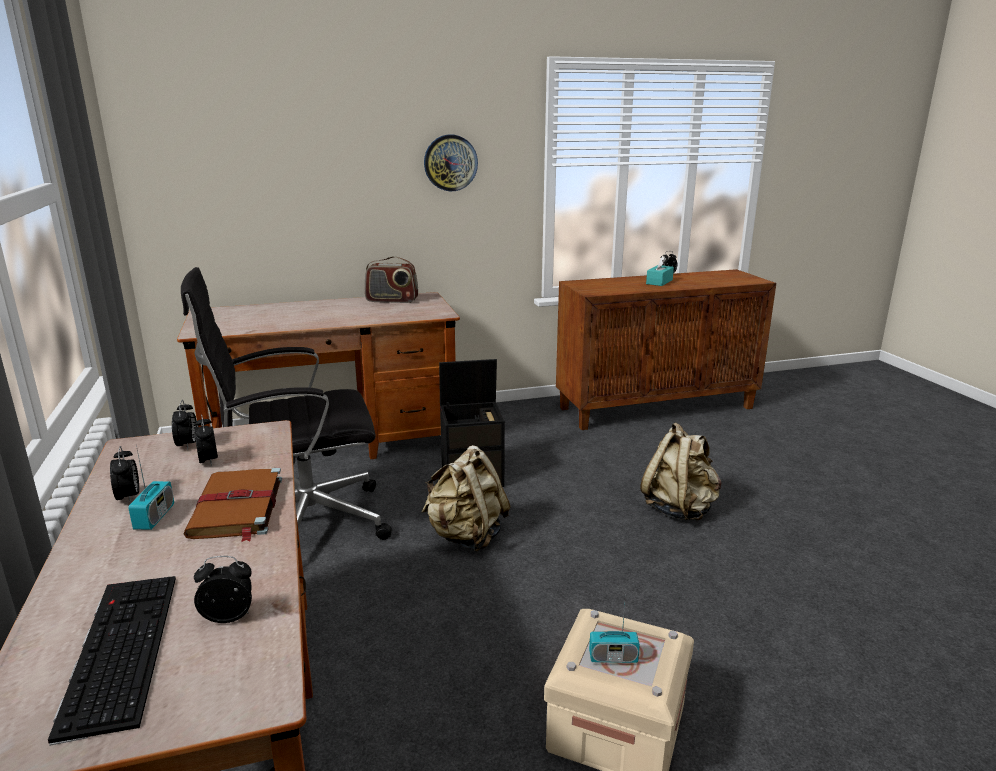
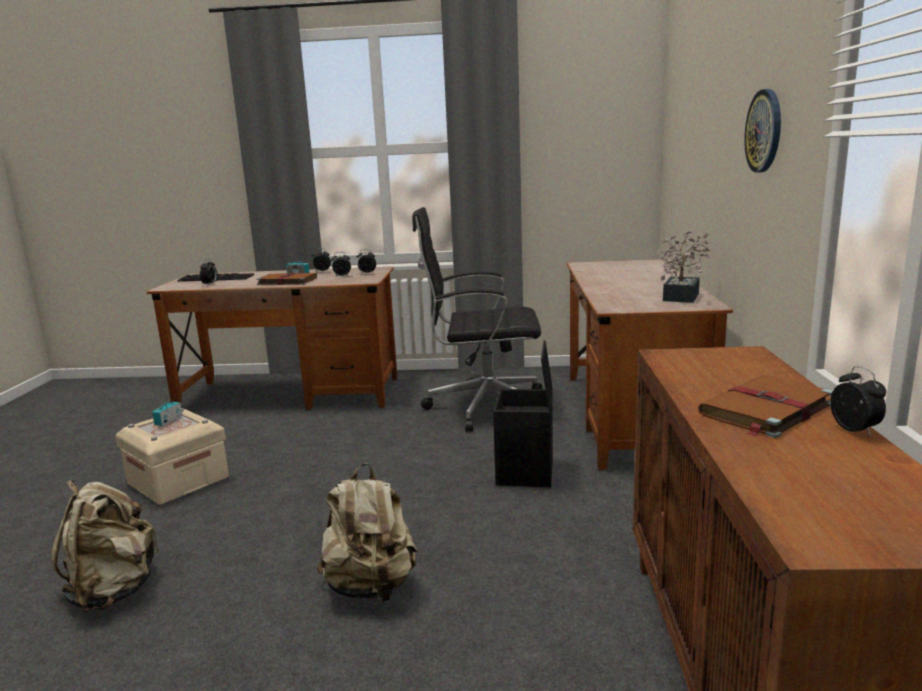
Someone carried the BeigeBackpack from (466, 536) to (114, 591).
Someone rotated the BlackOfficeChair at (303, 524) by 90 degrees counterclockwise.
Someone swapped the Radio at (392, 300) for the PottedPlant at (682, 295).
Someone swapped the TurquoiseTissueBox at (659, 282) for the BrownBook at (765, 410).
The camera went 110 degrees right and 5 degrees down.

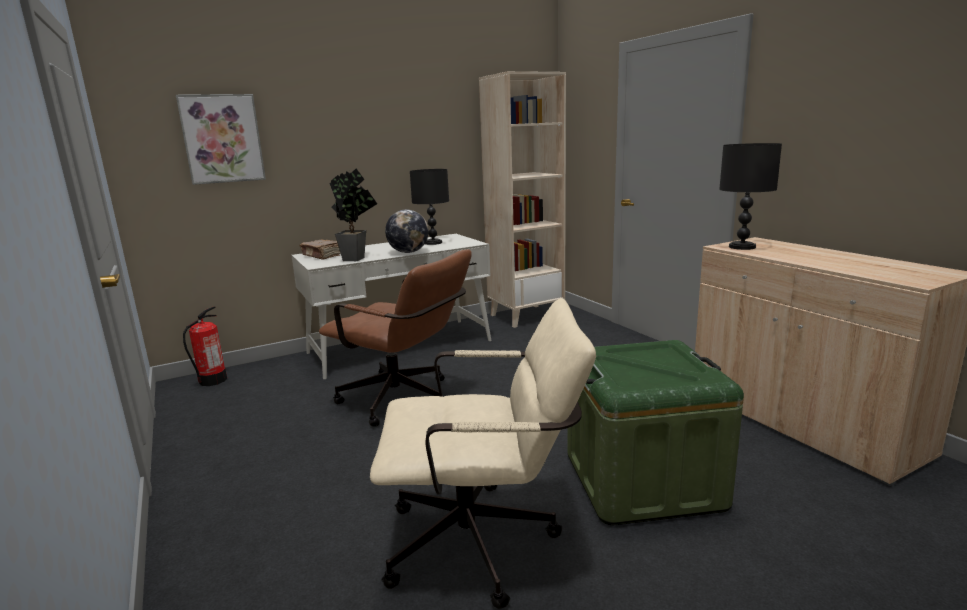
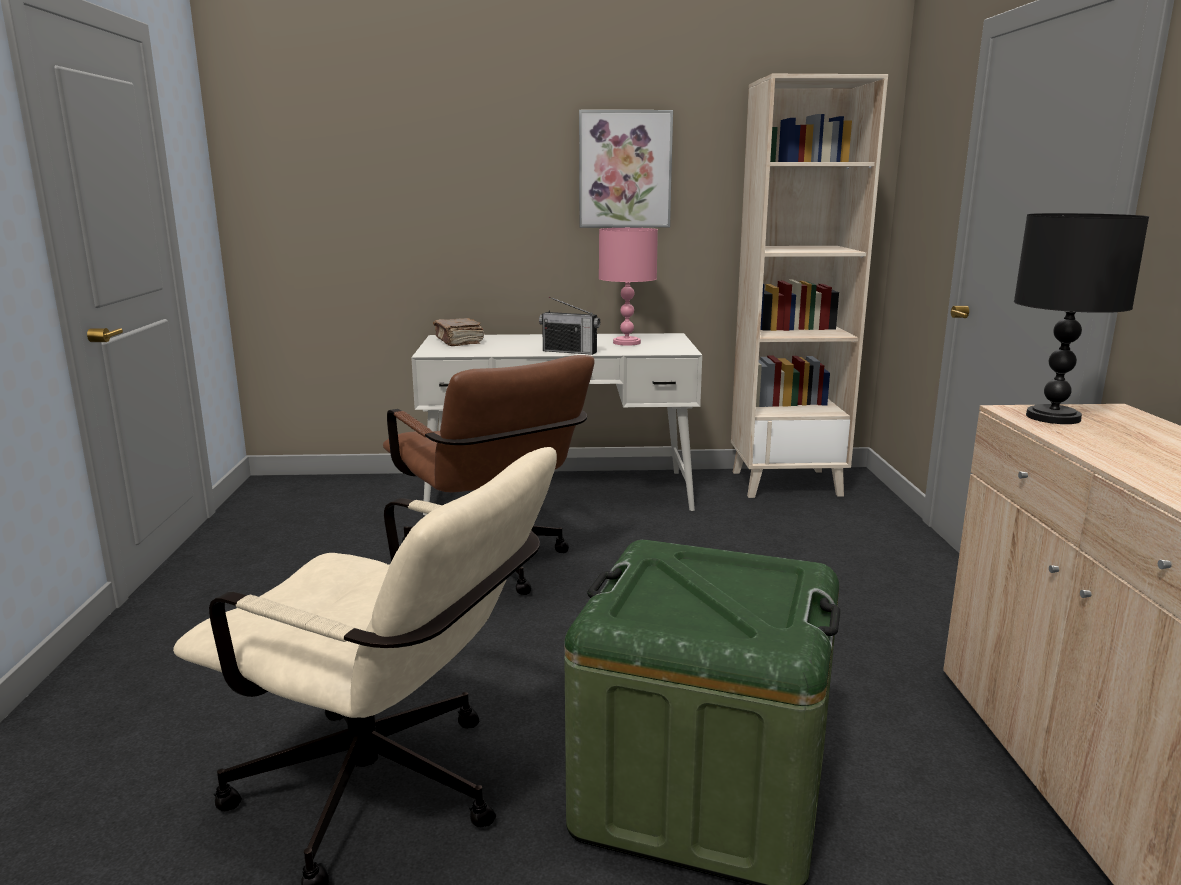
Someone swapped the Globe at (408, 252) for the Radio at (570, 351).
Someone carried the Picture from (222, 139) to (625, 169).
Someone repainted the BlackTableLamp at (433, 243), which became the PinkTableLamp at (626, 342).
Someone took away the FireExtinguisher at (212, 380).
Someone took away the PottedPlant at (357, 258).
The camera went 25 degrees right and 0 degrees up.

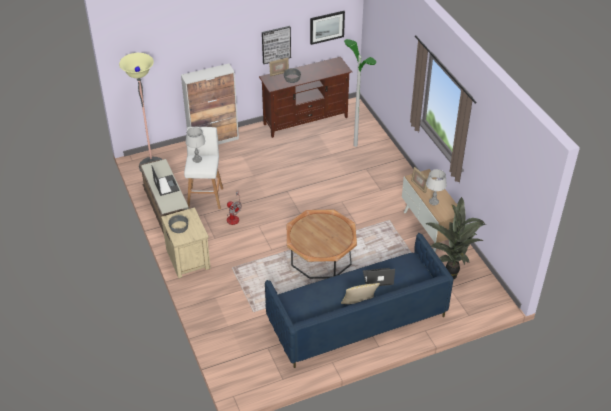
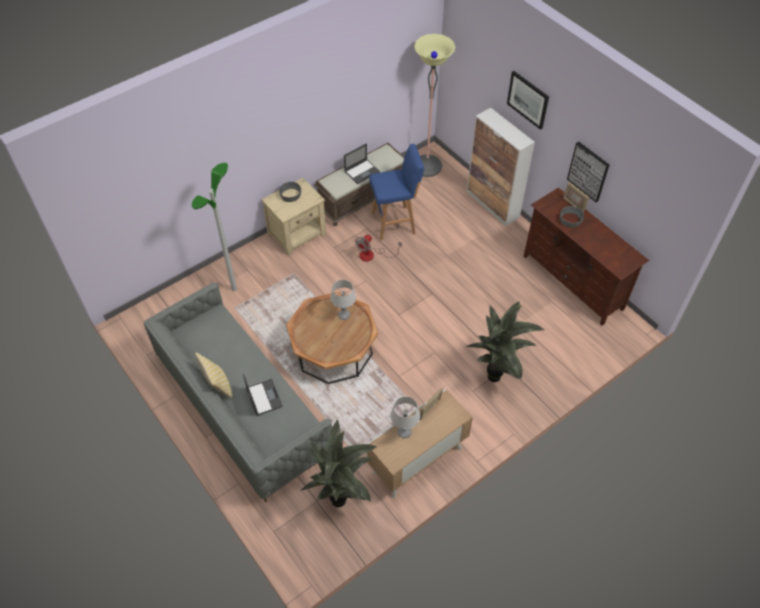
Someone repainted the BlueSofa at (356, 319), which became the GreySofa at (243, 406).
Someone carried the FloorLamp from (355, 145) to (234, 288).
Someone carried the GreyTableLamp from (197, 160) to (344, 315).
Someone repainted the WhiteStool at (205, 197), which became the BlueStool at (395, 223).
Someone put down the PottedPlant at (497, 377).
Someone carried the Picture from (327, 27) to (528, 99).
The camera went 75 degrees right and 10 degrees up.

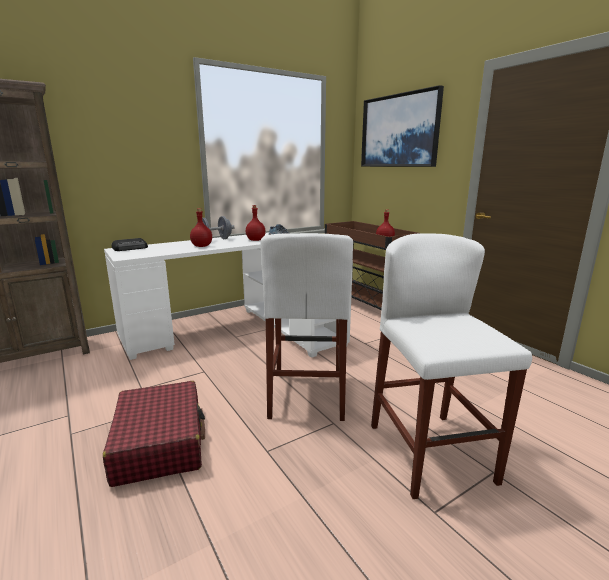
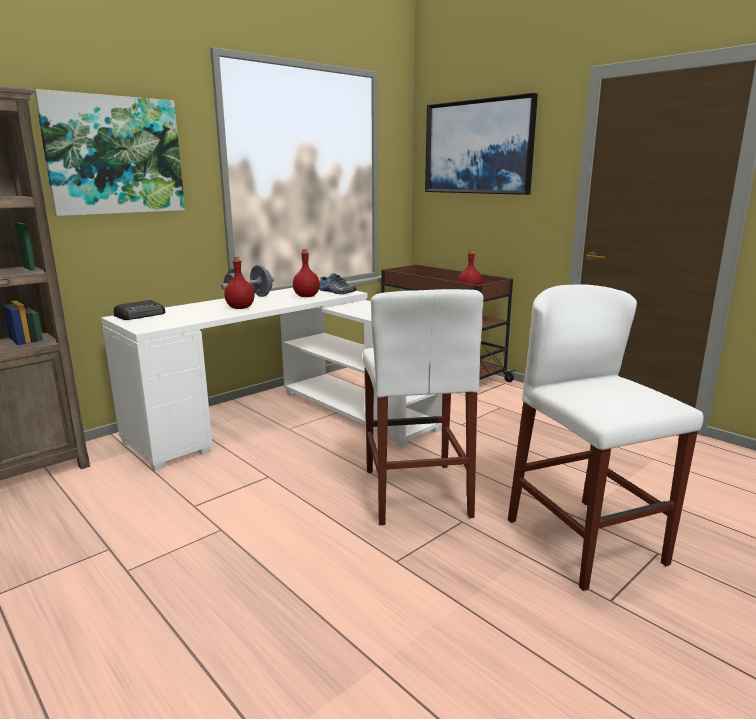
Someone put up the Picture at (115, 155).
Someone took away the RedSuitcase at (160, 442).
The camera went 10 degrees left and 0 degrees up.

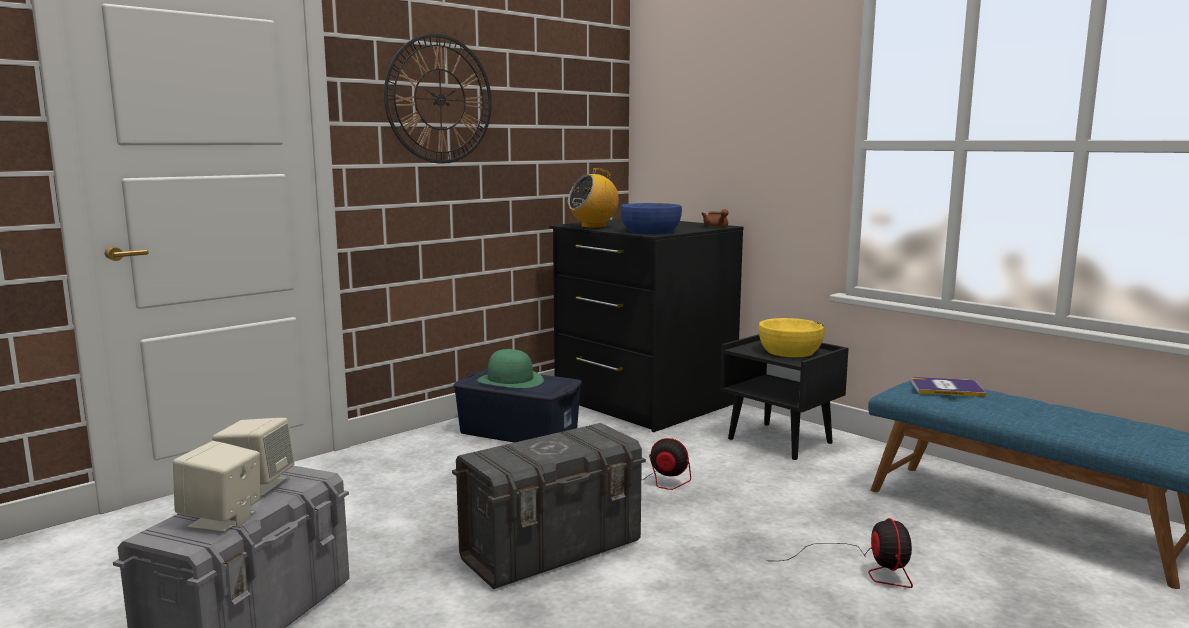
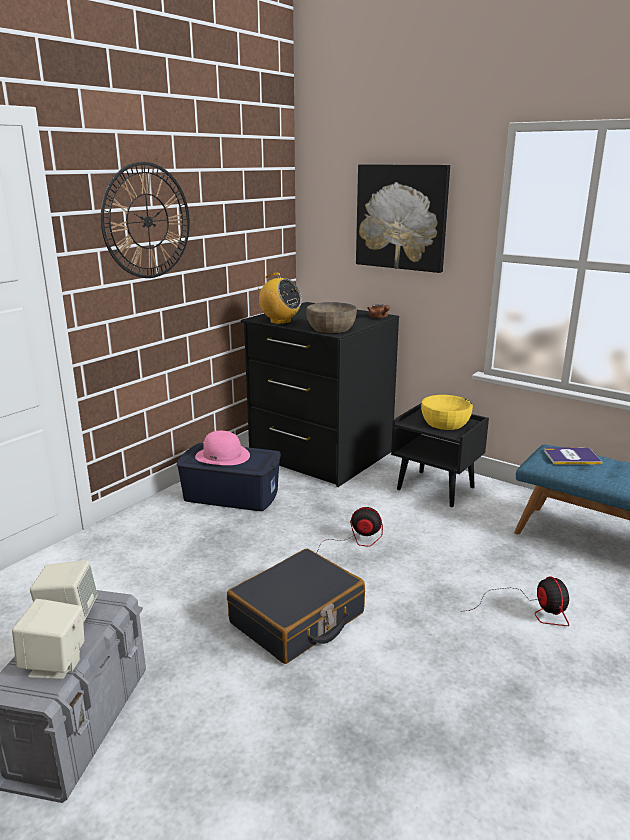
Someone repainted the GreenHat at (510, 380), which became the PinkHat at (222, 456).
Someone swapped the GreyStorageBox at (552, 550) for the BlackSuitcase at (297, 619).
Someone rotated the Radio at (593, 227) by 105 degrees counterclockwise.
Someone repainted the BlueBowl at (650, 231), which became the BrownBowl at (331, 328).
Someone put up the Picture at (401, 217).
The camera went 10 degrees left and 10 degrees up.

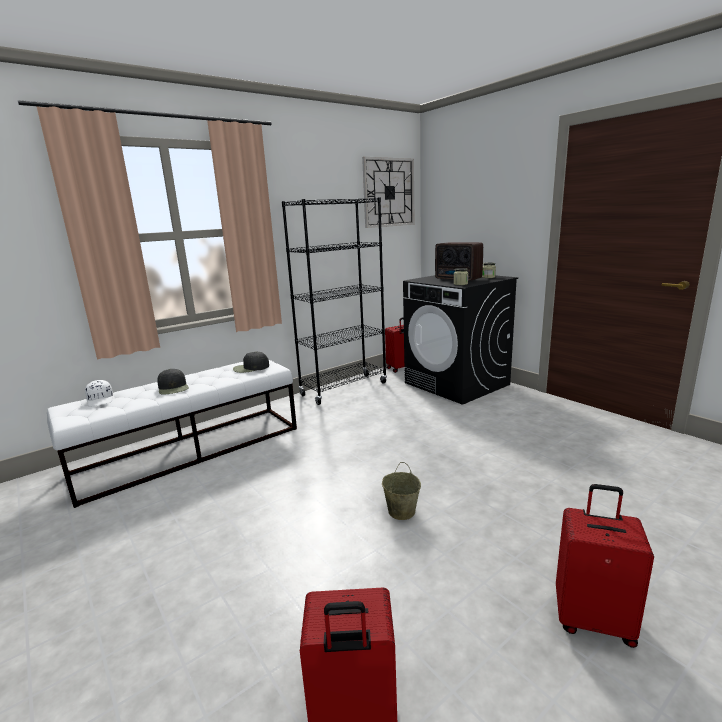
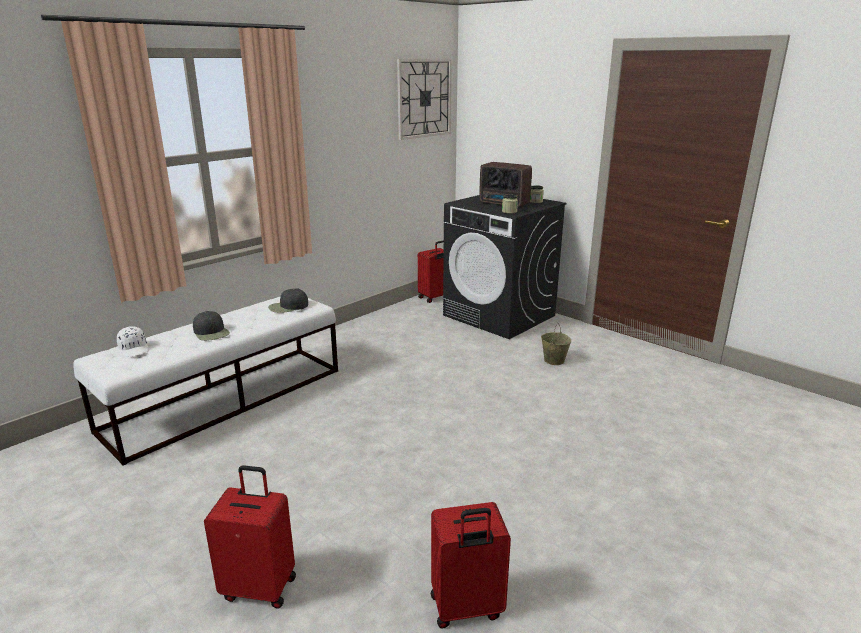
Someone carried the RedSuitcase from (593, 619) to (260, 587).
Someone carried the BeigeBucket from (401, 511) to (553, 360).
Someone took away the BlackBookcase at (344, 389).
The camera went 10 degrees left and 5 degrees up.

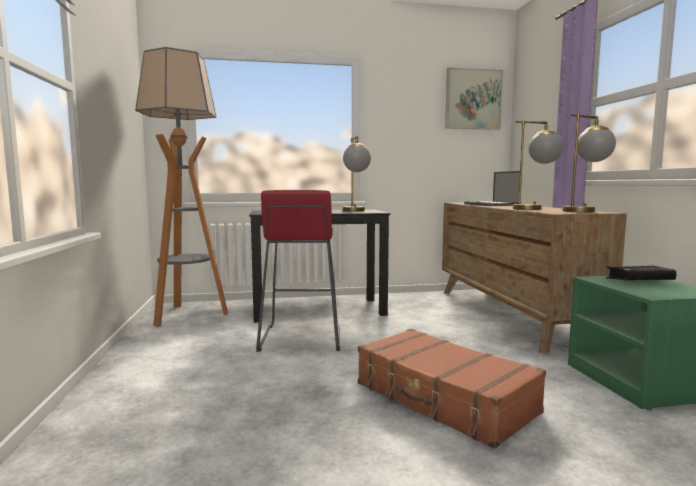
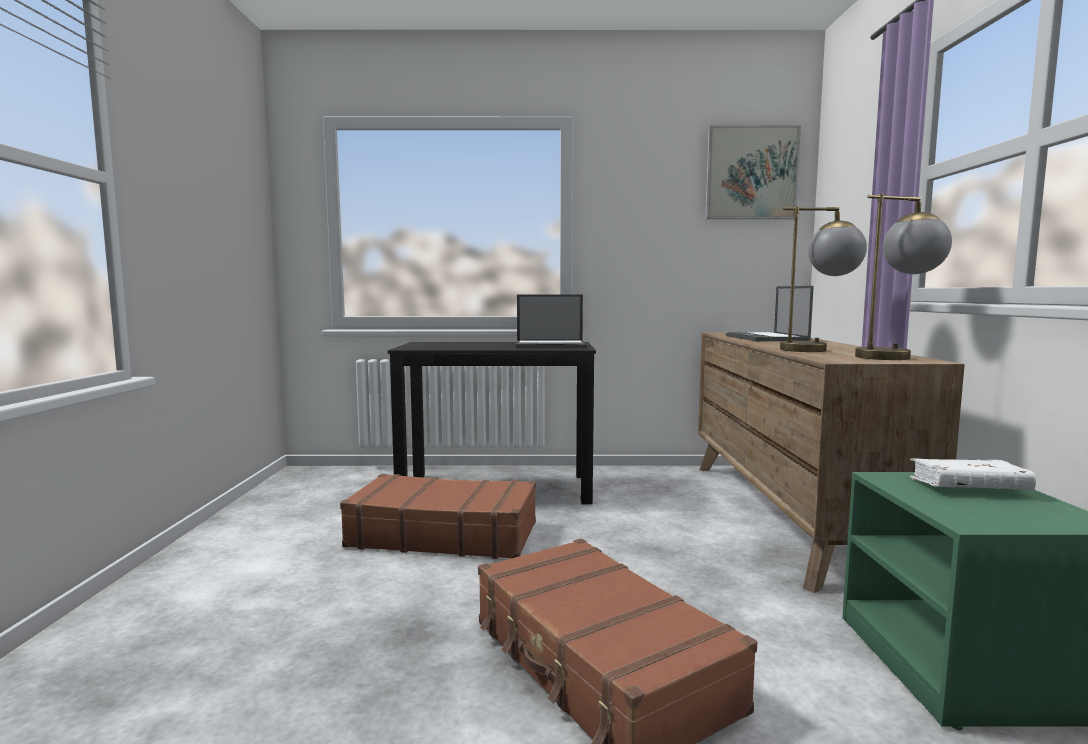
Someone swapped the RedStool at (300, 338) for the BrownSuitcase at (443, 534).
Someone swapped the TableLamp at (355, 211) for the Laptop at (551, 345).
Someone repainted the BlackBook at (639, 281), which became the WhiteBook at (968, 488).
Someone took away the FloorLamp at (187, 314).
The camera went 10 degrees right and 0 degrees up.

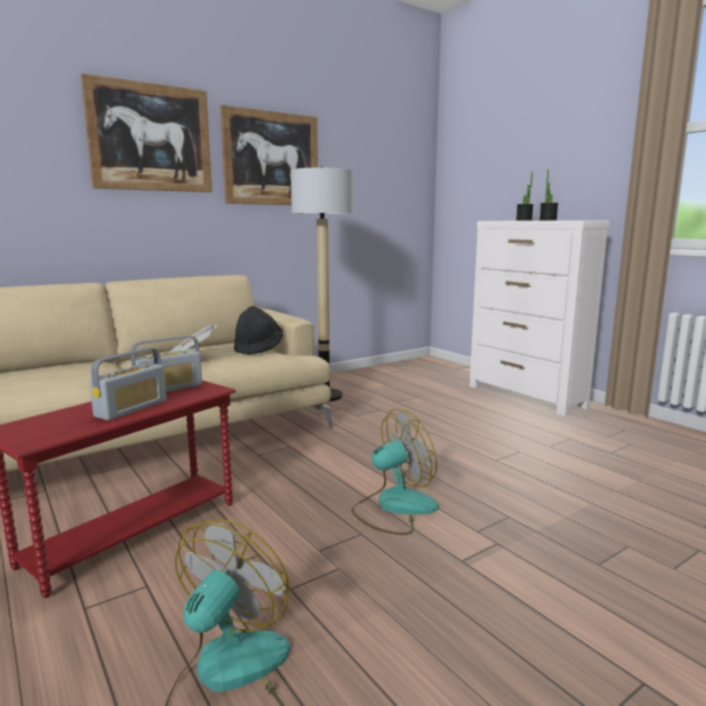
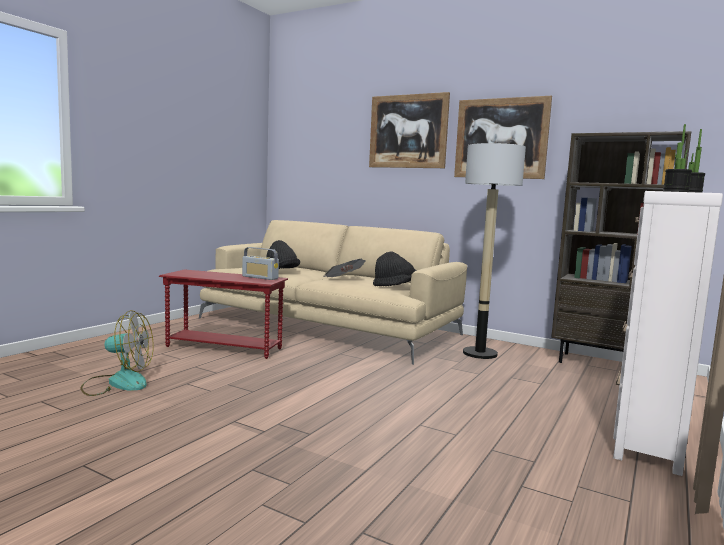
Someone put down the BlackHat at (281, 271).
Someone put down the BrownBookcase at (604, 365).
Someone took away the Radio at (131, 408).
Someone took away the Fan at (394, 507).
The camera went 65 degrees right and 5 degrees down.

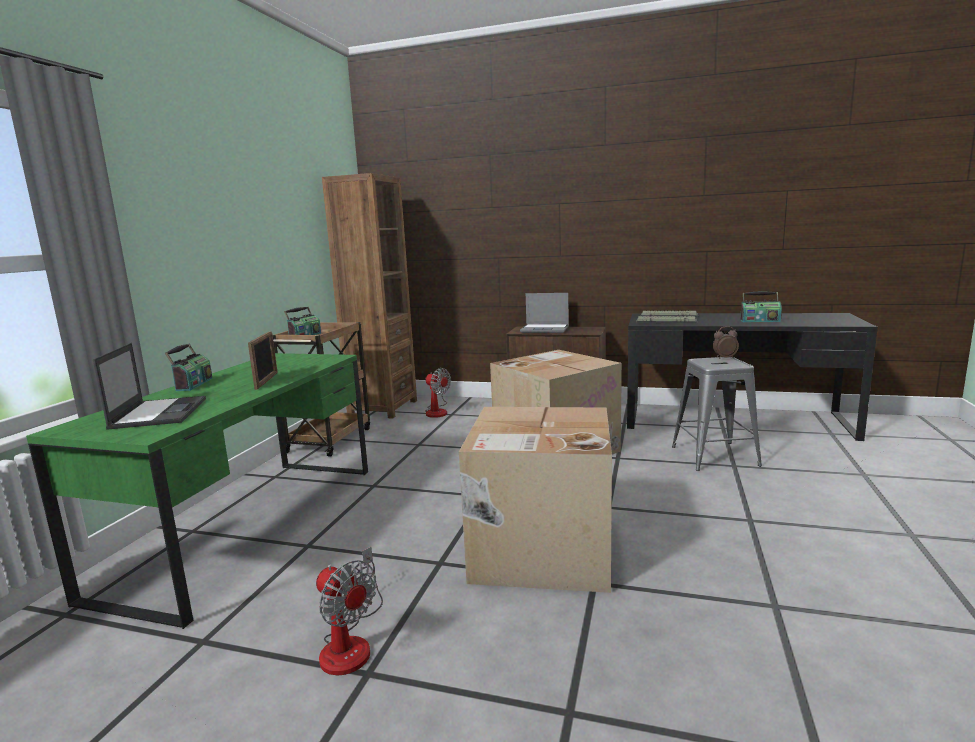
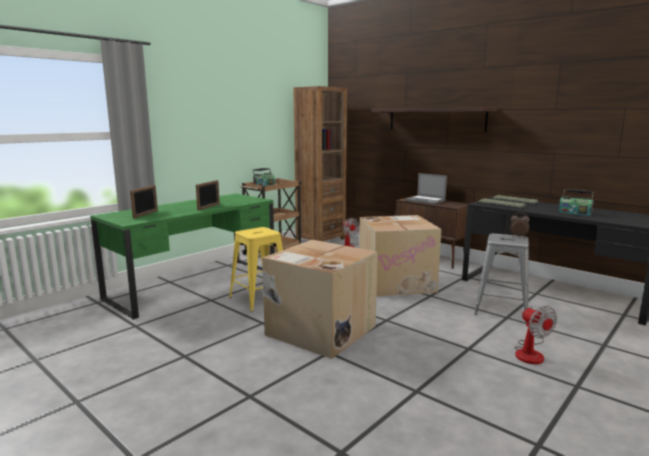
Someone swapped the Laptop at (159, 413) for the PictureFrame at (145, 214).
Someone put down the YellowStool at (260, 298).
Someone put up the Shelf at (435, 119).
Someone carried the Fan from (351, 643) to (530, 352).
Someone took away the Radio at (193, 384).
The camera went 25 degrees right and 0 degrees up.

